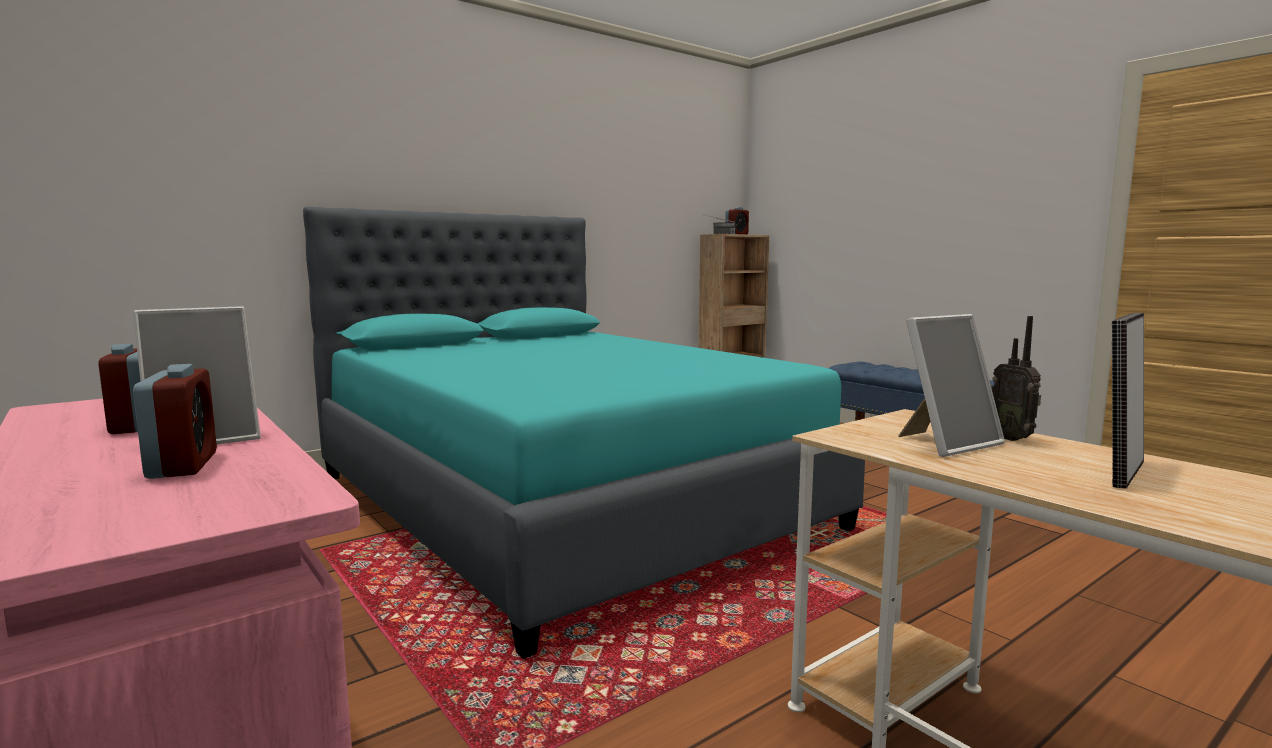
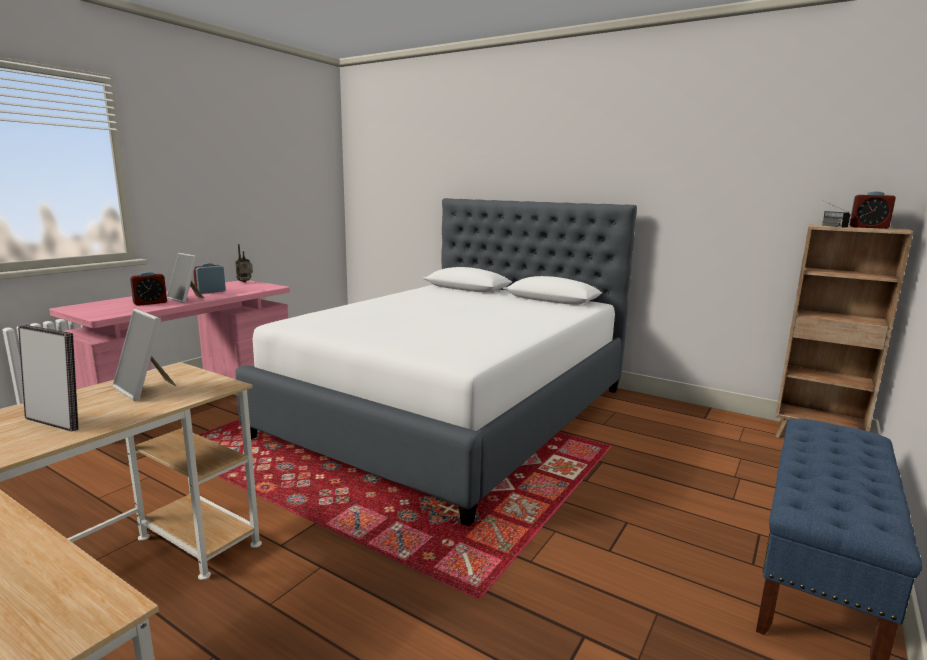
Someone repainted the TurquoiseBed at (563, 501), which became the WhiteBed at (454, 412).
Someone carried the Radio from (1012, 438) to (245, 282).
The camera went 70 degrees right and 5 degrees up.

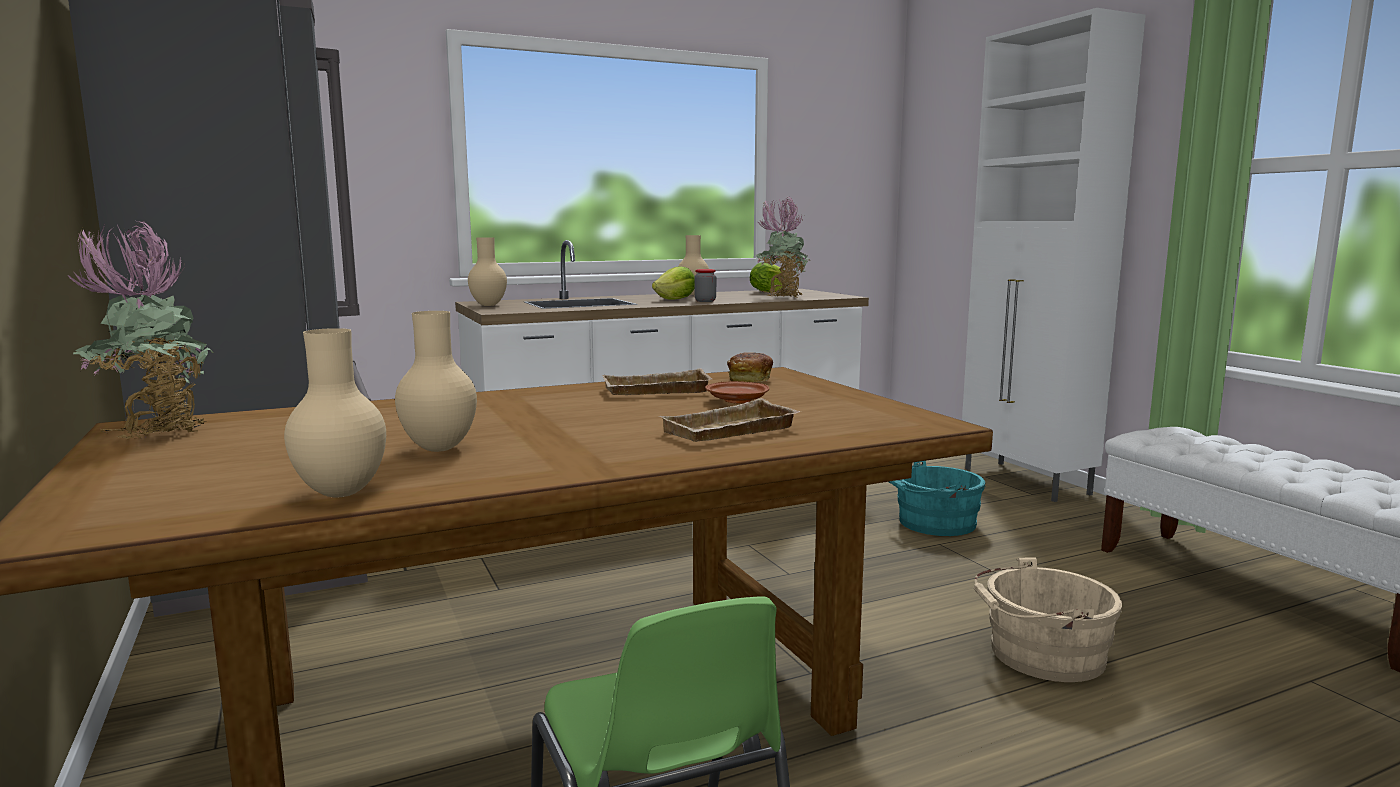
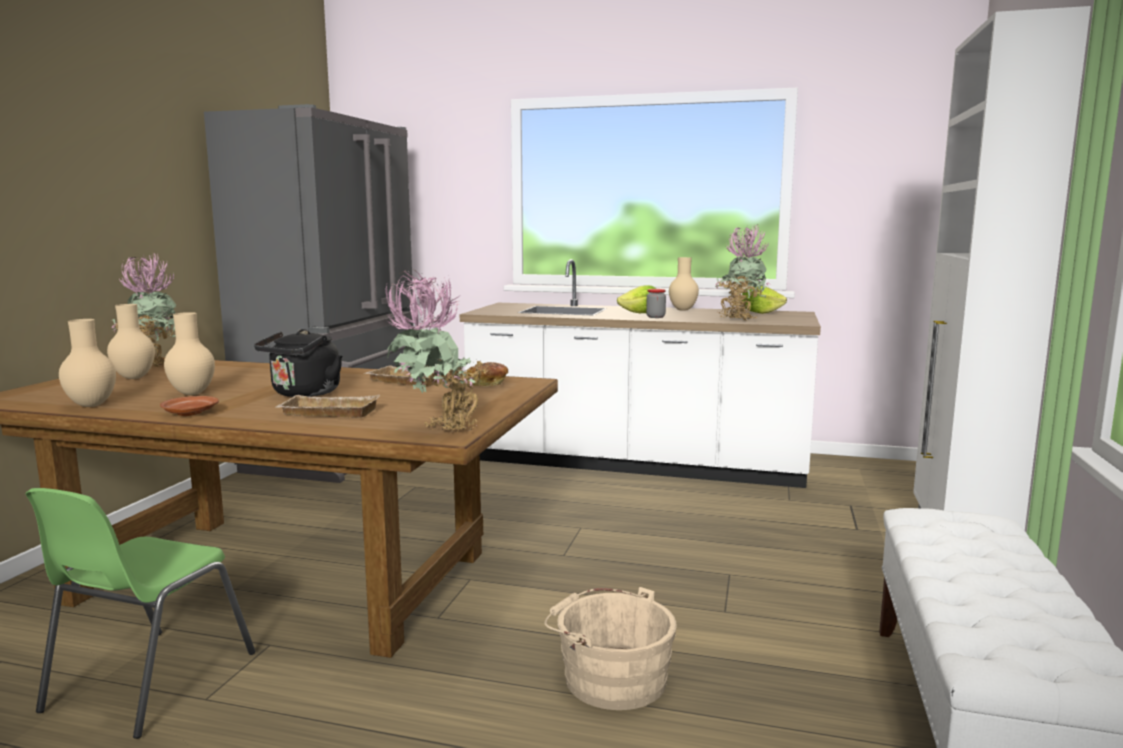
Someone carried the BeigeVase from (489, 305) to (133, 378).
Someone carried the BrownPlate from (736, 401) to (189, 413).
Someone put down the BlackKettle at (304, 394).
Someone put down the PottedPlant at (437, 432).
Someone took away the TurquoiseBucket at (932, 523).
The camera went 40 degrees right and 0 degrees up.

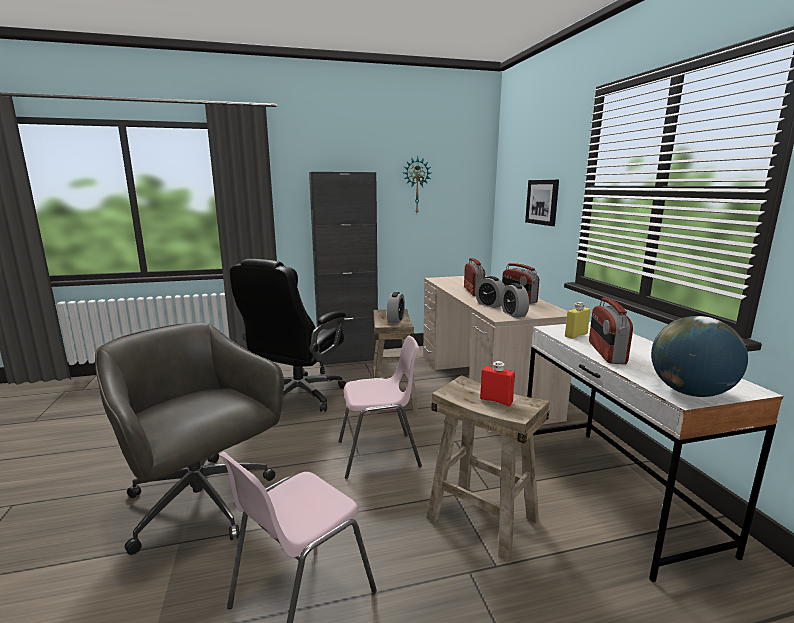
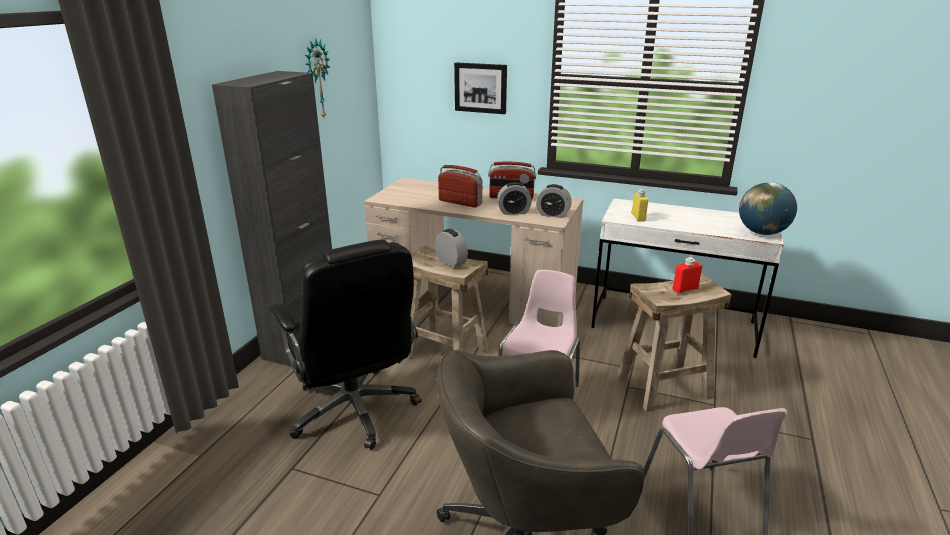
Someone took away the Radio at (606, 353).
The camera went 55 degrees left and 10 degrees up.

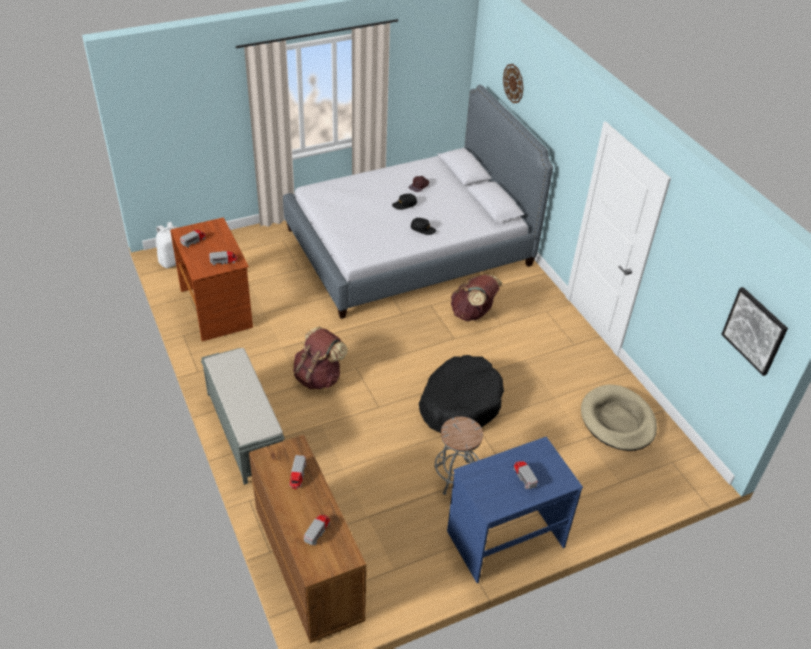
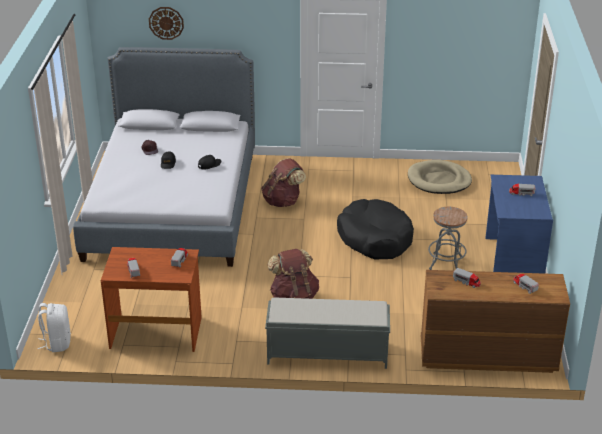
Someone took away the Picture at (754, 330).
The camera went 60 degrees left and 10 degrees down.

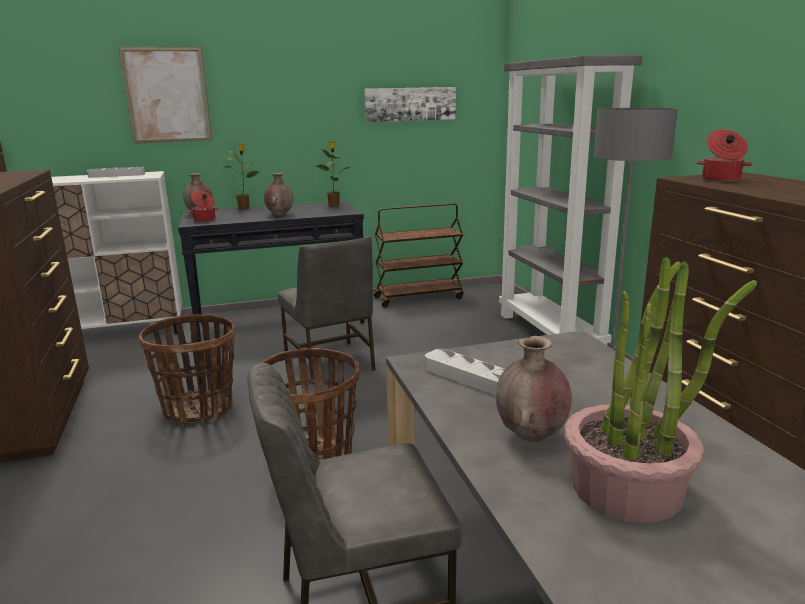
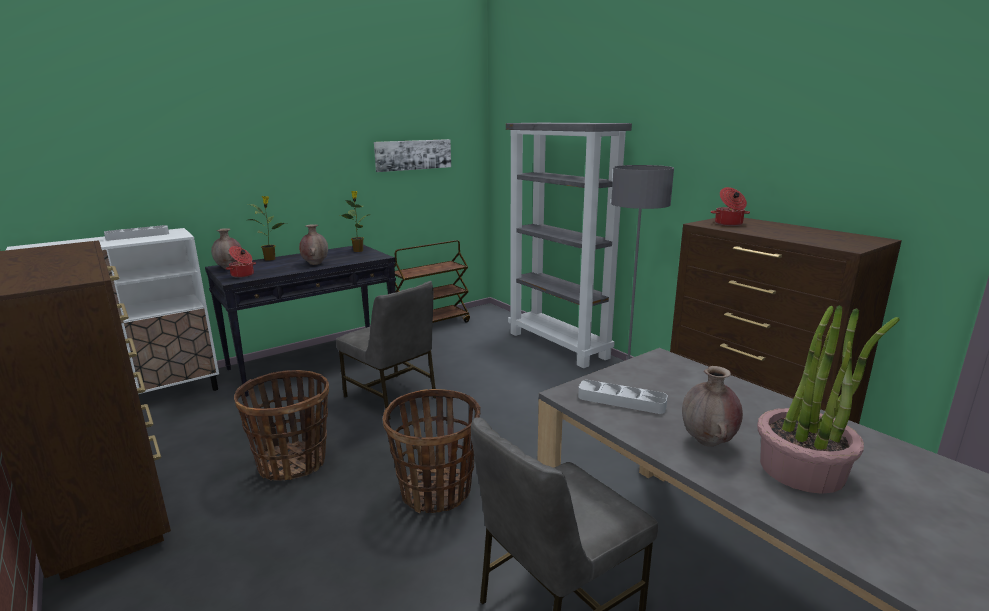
Someone took away the Picture at (167, 95).
The camera went 20 degrees left and 0 degrees up.

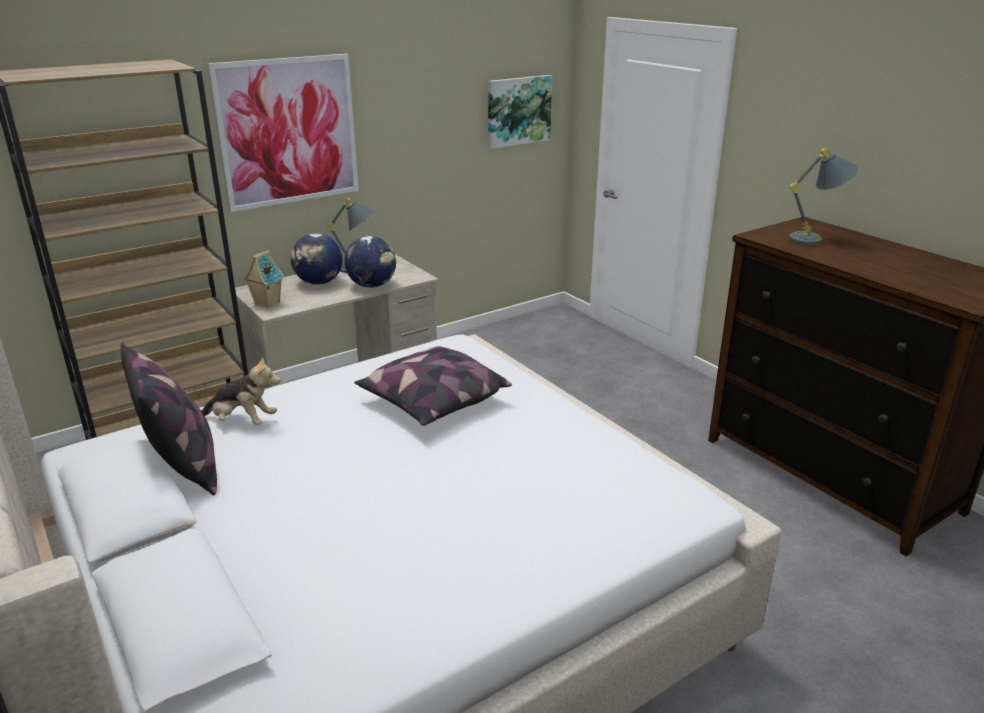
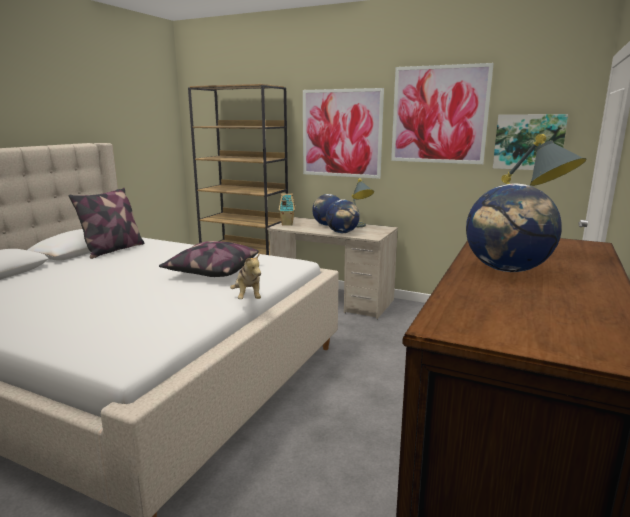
Someone carried the PlushToy from (241, 421) to (248, 297).
Someone put up the Picture at (439, 115).
Someone put down the Globe at (507, 270).
The camera went 60 degrees right and 10 degrees down.

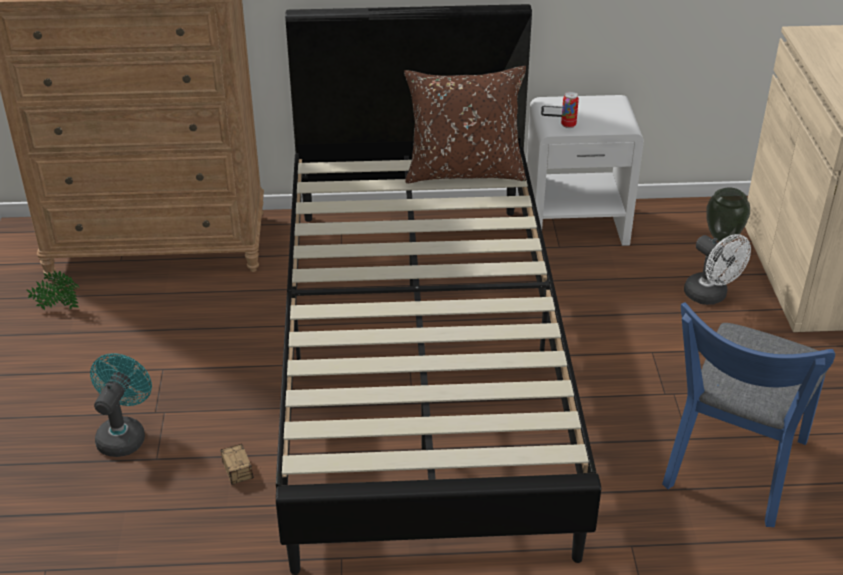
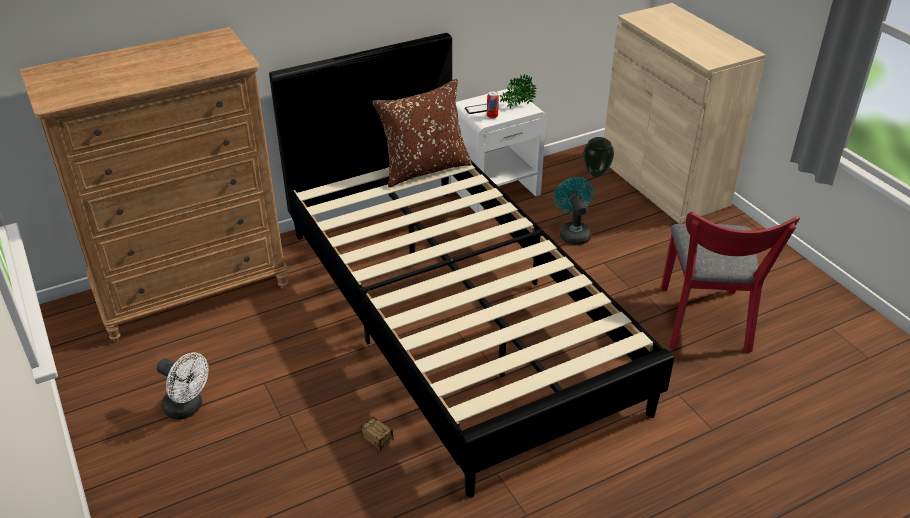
Someone carried the WhiteFan from (710, 296) to (188, 408).
Someone carried the PottedPlant from (57, 307) to (516, 106).
Someone carried the TurquoiseFan from (124, 434) to (573, 233).
Someone repainted the BlueChair at (733, 471), which became the RedChair at (705, 324).
The camera went 25 degrees left and 0 degrees up.

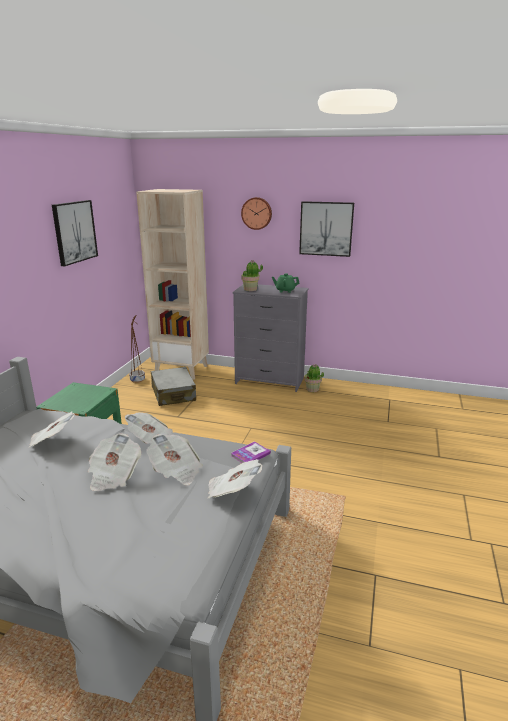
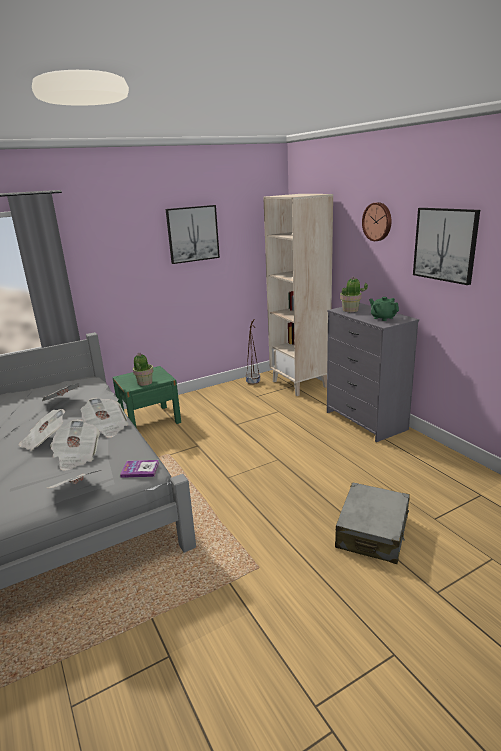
Someone carried the PottedPlant from (312, 389) to (144, 383).
Someone carried the GreySuitcase from (173, 394) to (372, 532).
The camera went 45 degrees right and 0 degrees up.

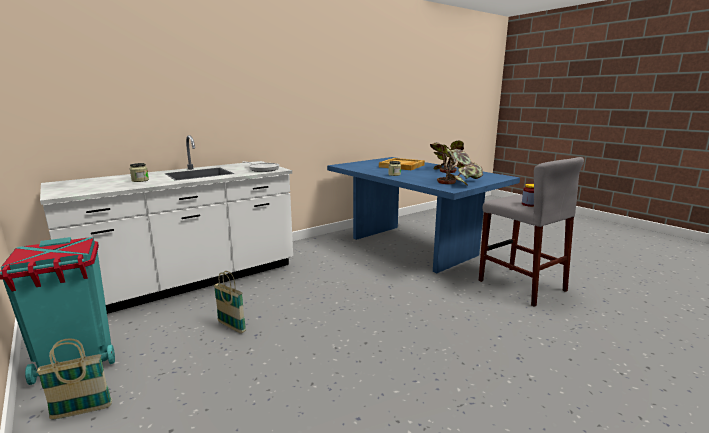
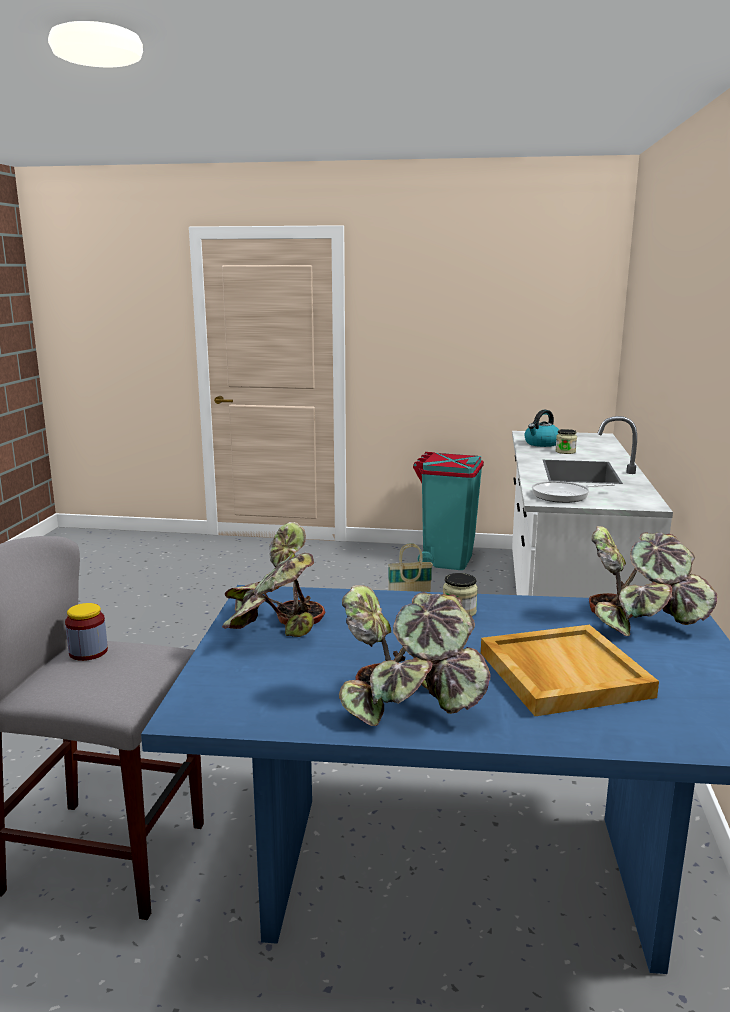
Someone put down the Kettle at (541, 444).
Someone put down the PottedPlant at (642, 620).
Someone took away the Basket at (82, 411).
The camera went 135 degrees right and 0 degrees up.

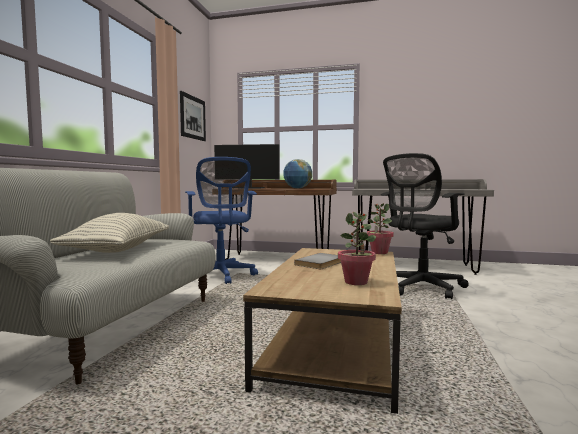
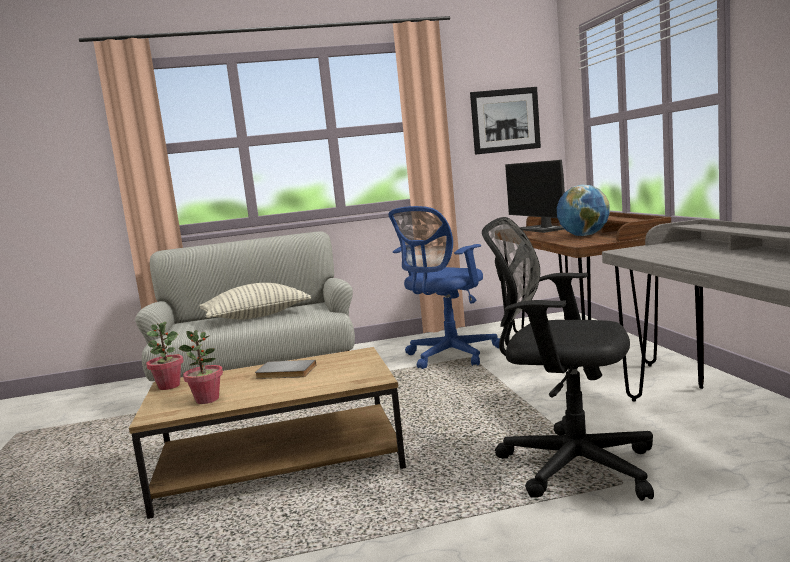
Someone carried the PottedPlant from (379, 252) to (169, 386).
The camera went 65 degrees right and 5 degrees up.

